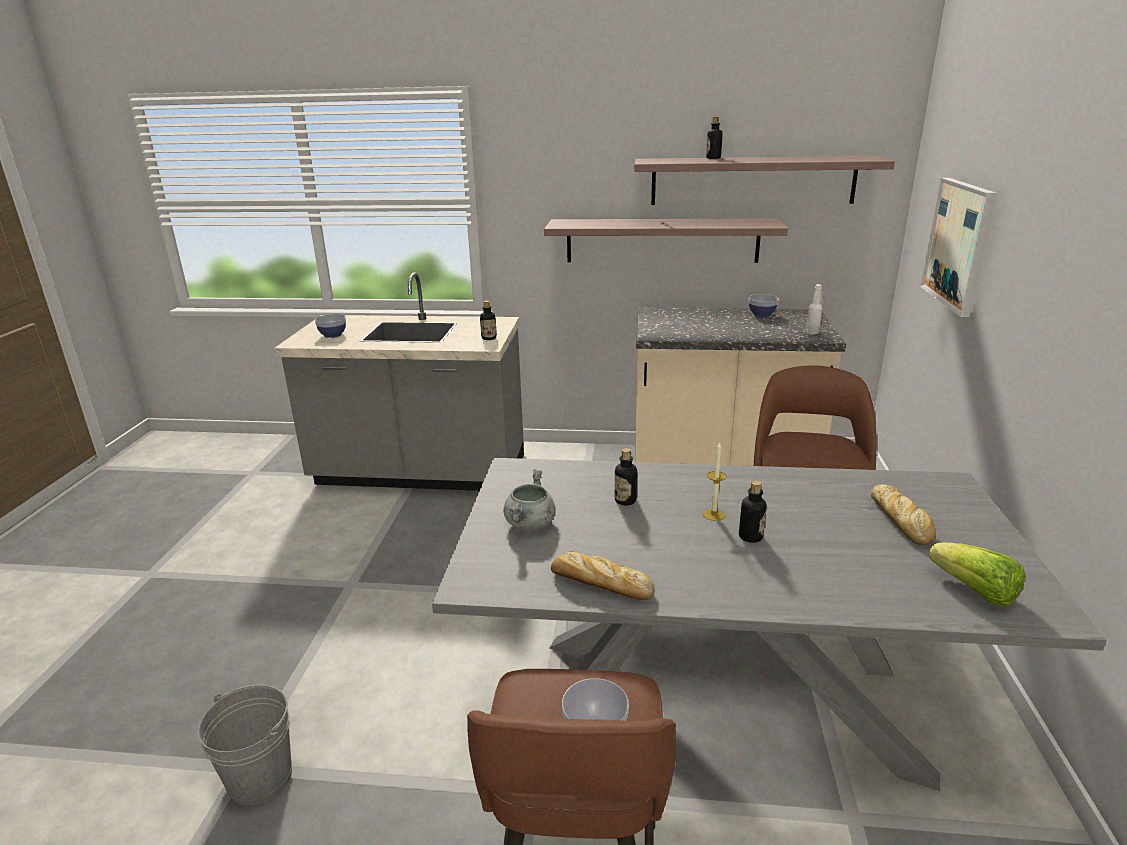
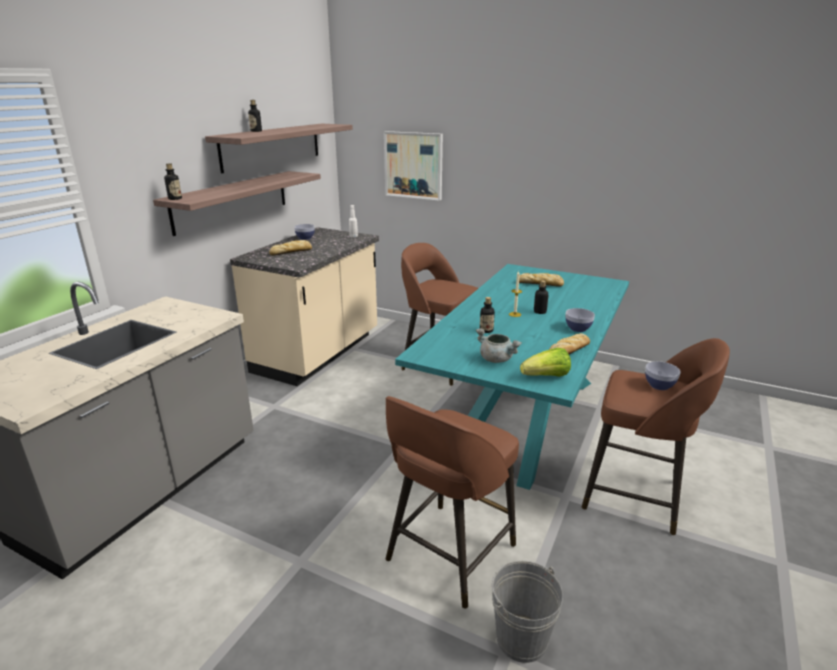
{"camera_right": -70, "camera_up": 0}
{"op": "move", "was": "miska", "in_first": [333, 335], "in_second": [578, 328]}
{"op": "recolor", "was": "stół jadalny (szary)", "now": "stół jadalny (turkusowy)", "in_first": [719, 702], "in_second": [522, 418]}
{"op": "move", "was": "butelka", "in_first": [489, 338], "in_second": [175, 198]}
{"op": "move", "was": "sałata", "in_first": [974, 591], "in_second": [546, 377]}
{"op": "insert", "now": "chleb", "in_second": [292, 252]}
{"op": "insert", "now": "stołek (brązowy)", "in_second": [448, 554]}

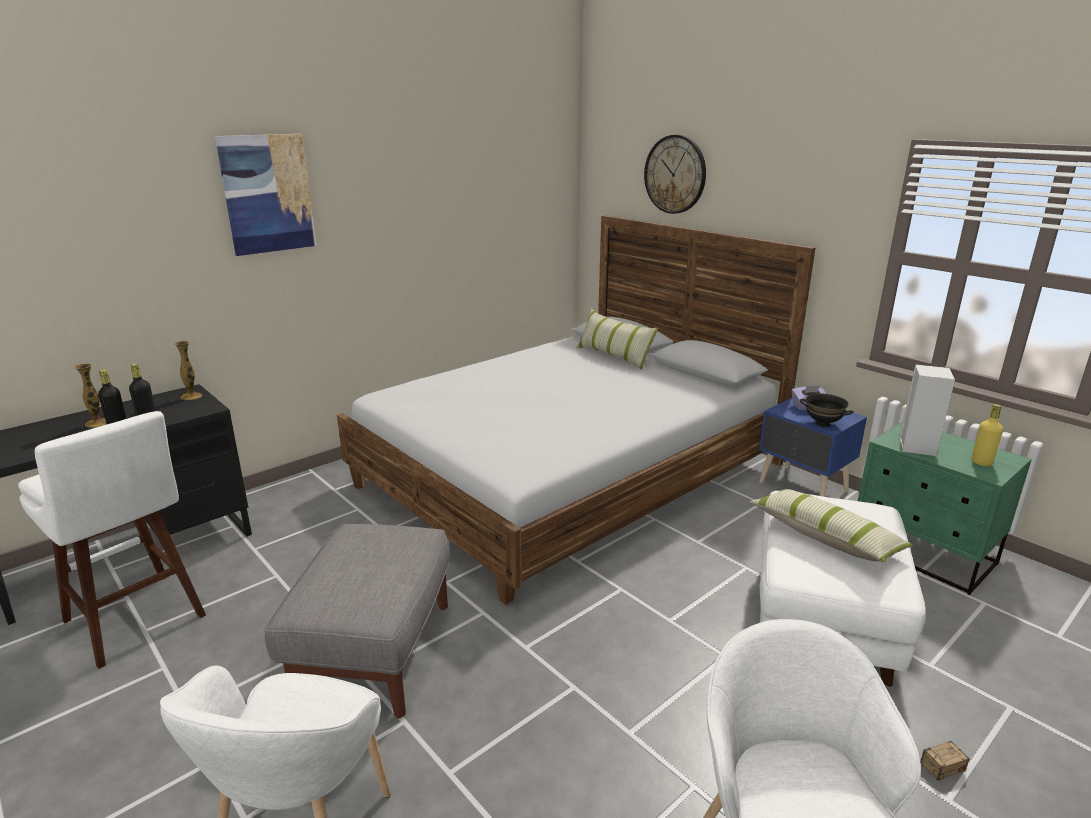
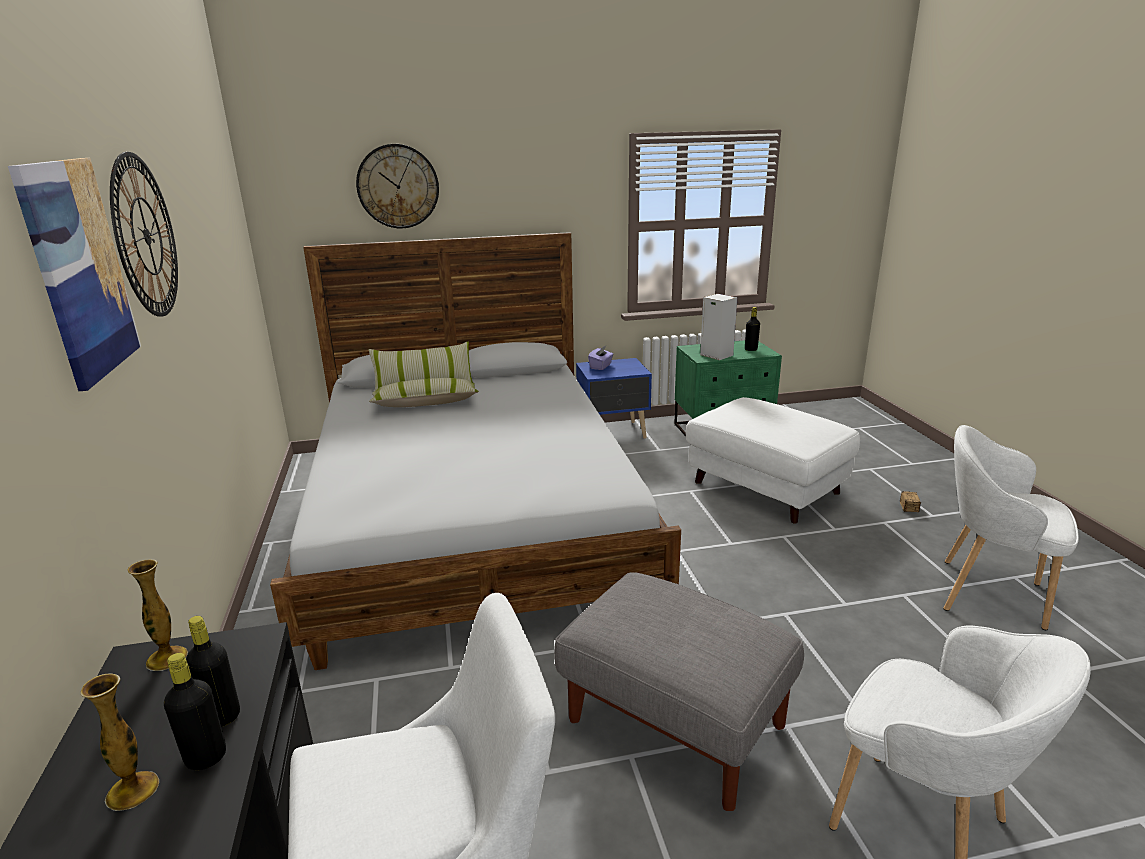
{"camera_right": -60, "camera_up": 0}
{"op": "move", "was": "poduszka", "in_first": [825, 537], "in_second": [425, 404]}
{"op": "delete", "was": "miska (czarny)", "in_first": [822, 424]}
{"op": "recolor", "was": "butelka (żółty)", "now": "butelka (czarny)", "in_first": [981, 462], "in_second": [751, 349]}
{"op": "insert", "now": "zegar ścienny", "in_second": [146, 236]}

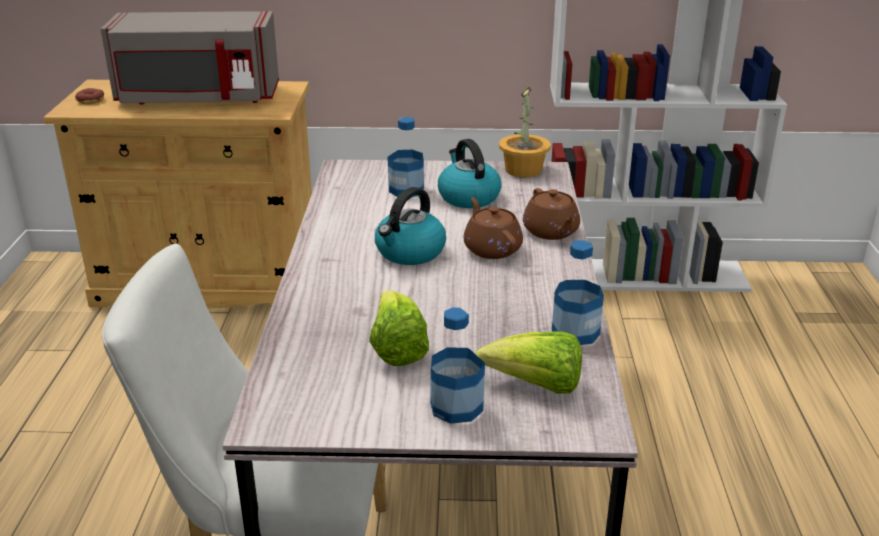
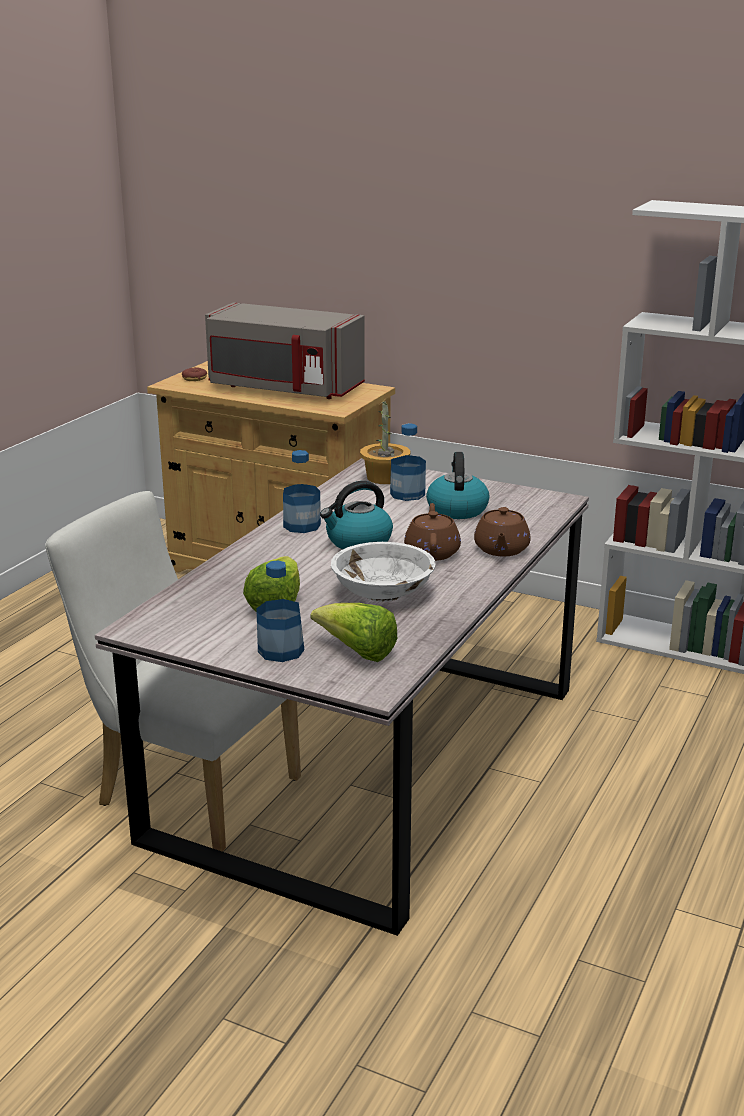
{"camera_right": 25, "camera_up": -5}
{"op": "move", "was": "roślina doniczkowa", "in_first": [524, 170], "in_second": [385, 478]}
{"op": "move", "was": "butelka", "in_first": [575, 332], "in_second": [302, 525]}
{"op": "insert", "now": "miska (biały)", "in_second": [383, 592]}

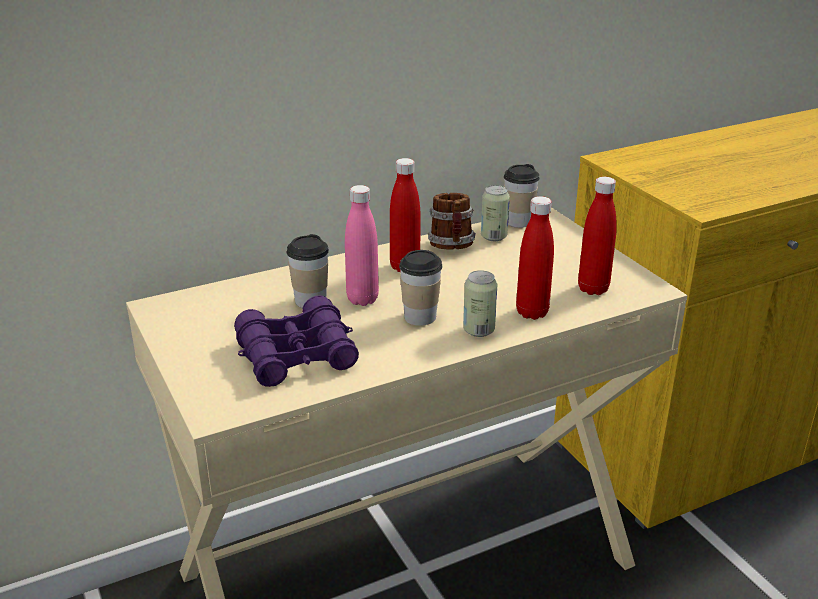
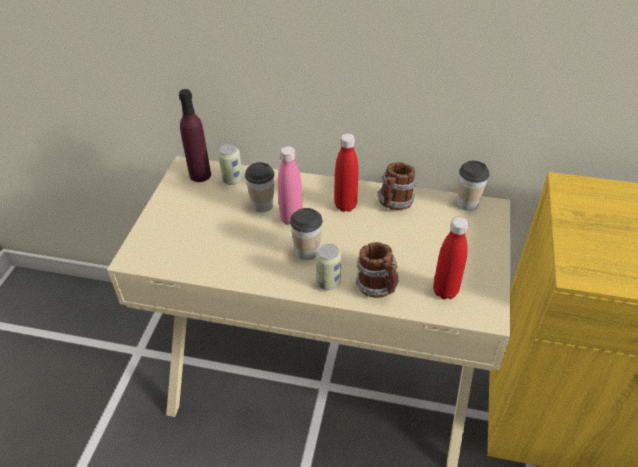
{"camera_right": 40, "camera_up": 15}
{"op": "delete", "was": "lornetka (fioletowy)", "in_first": [297, 355]}
{"op": "move", "was": "puszka", "in_first": [493, 237], "in_second": [232, 180]}
{"op": "replace", "was": "butelka (czerwony)", "now": "kubek", "in_first": [532, 312], "in_second": [378, 287]}
{"op": "insert", "now": "butelka (fioletowy)", "in_second": [200, 175]}

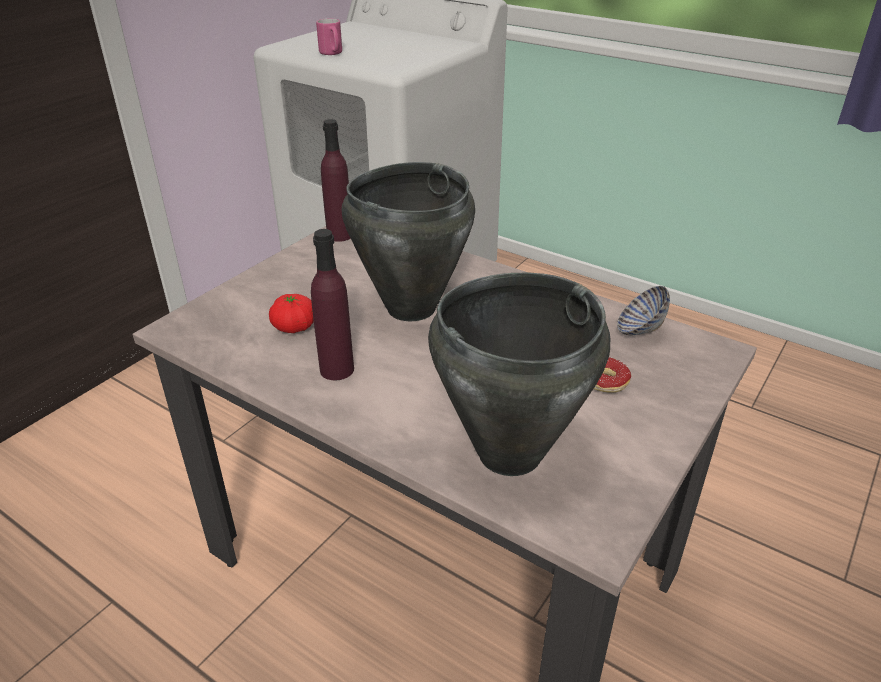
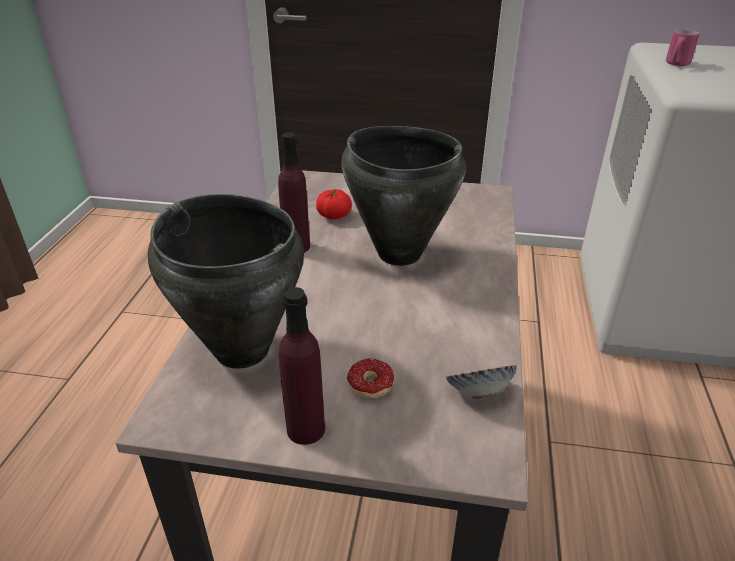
{"camera_right": 65, "camera_up": 0}
{"op": "move", "was": "butelka (fioletowy)", "in_first": [340, 235], "in_second": [305, 429]}

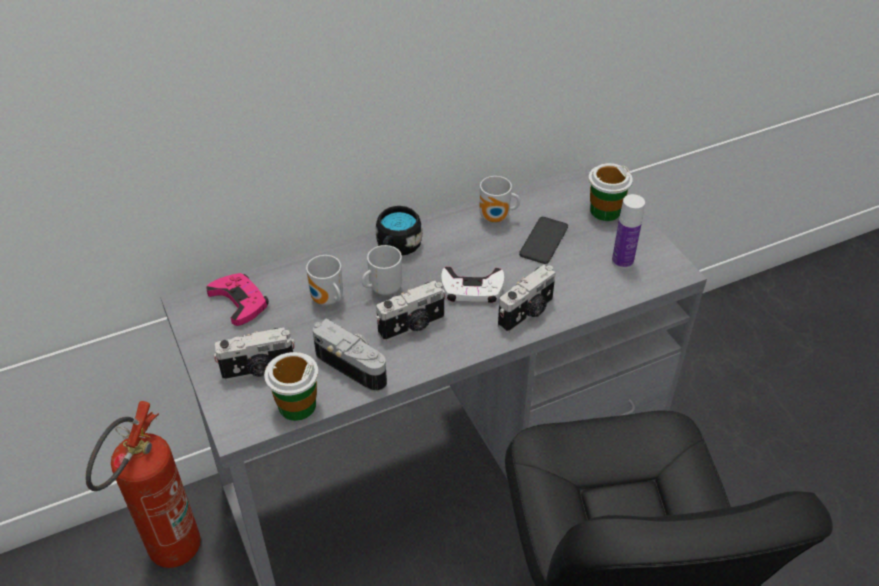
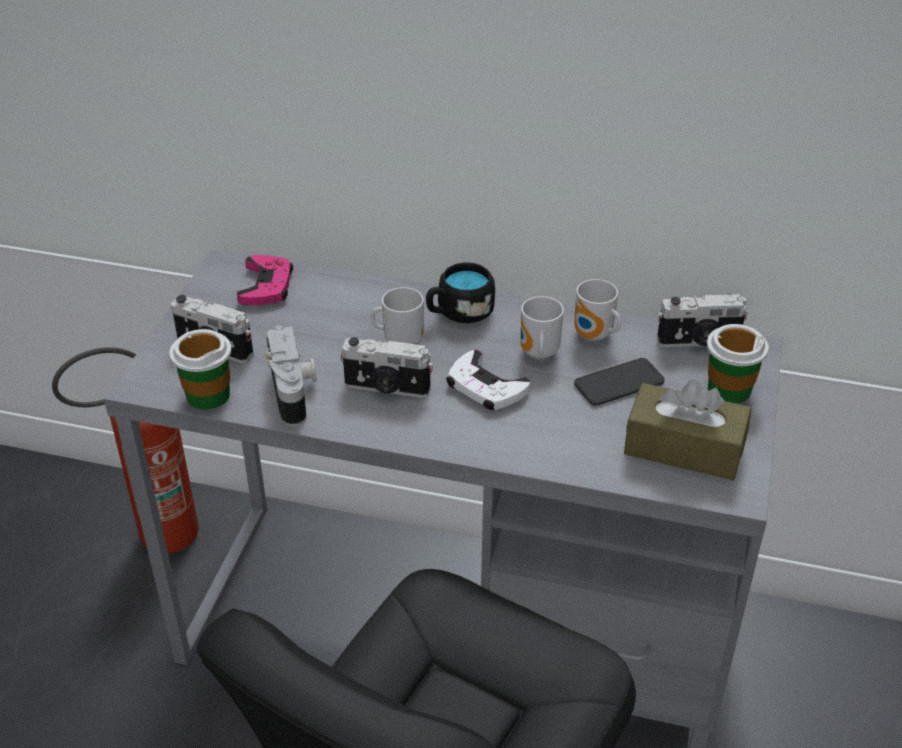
{"camera_right": 40, "camera_up": -5}
{"op": "move", "was": "kubek", "in_first": [327, 301], "in_second": [537, 354]}
{"op": "move", "was": "aparat fotograficzny", "in_first": [527, 314], "in_second": [699, 342]}
{"op": "replace", "was": "butelka", "now": "pudełko chusteczek (brązowy)", "in_first": [622, 261], "in_second": [684, 448]}

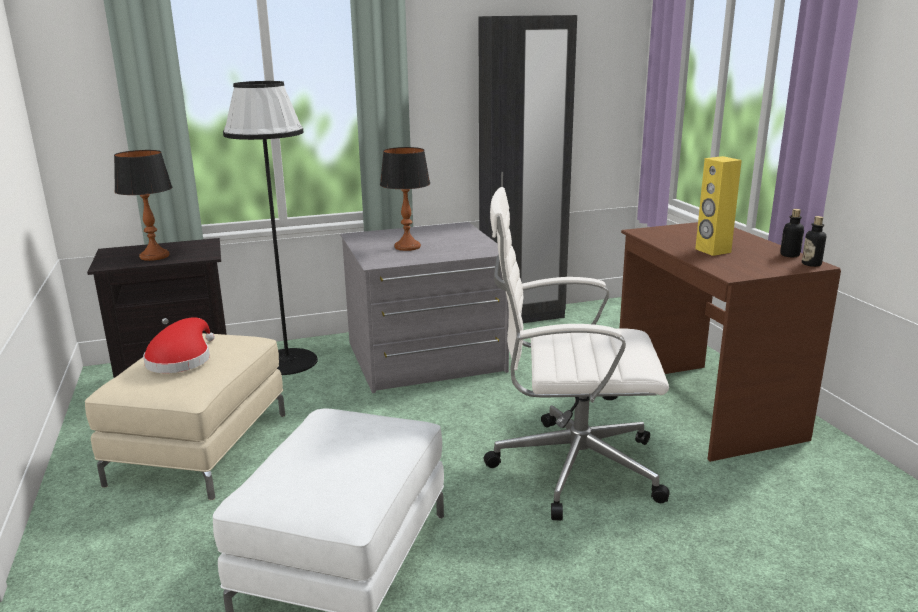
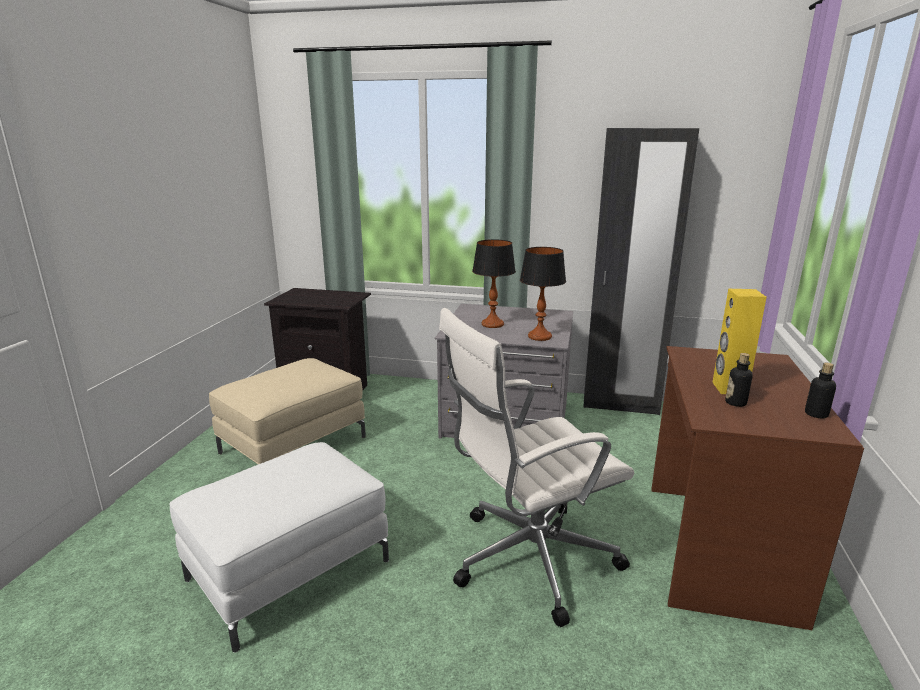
{"camera_right": 30, "camera_up": 0}
{"op": "move", "was": "lampa stołowa", "in_first": [155, 256], "in_second": [540, 336]}
{"op": "delete", "was": "kapelusz (czerwony)", "in_first": [181, 359]}
{"op": "delete", "was": "lampa stojąca (czarny)", "in_first": [287, 362]}
{"op": "rotate", "was": "krzesło biurowe (biały)", "in_first": [571, 467], "in_second": [528, 559], "clockwise": -60}
{"op": "move", "was": "butelka", "in_first": [811, 264], "in_second": [735, 402]}

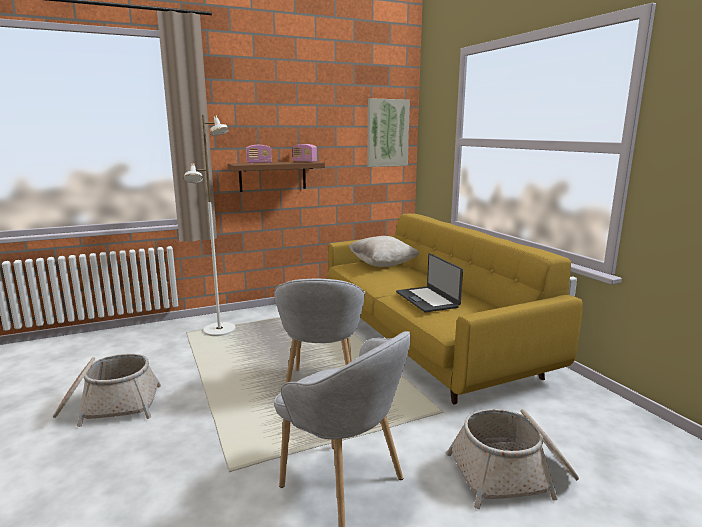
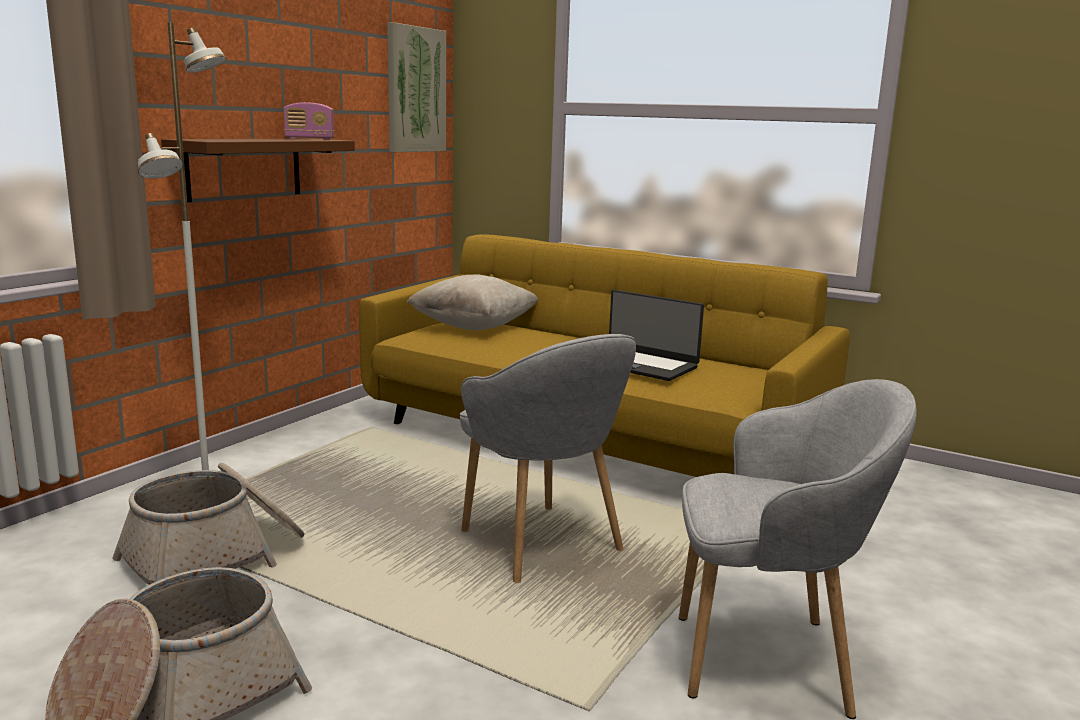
{"camera_right": -35, "camera_up": 0}
{"op": "delete", "was": "radio", "in_first": [259, 163]}
{"op": "move", "was": "koszyk", "in_first": [512, 474], "in_second": [216, 557]}

